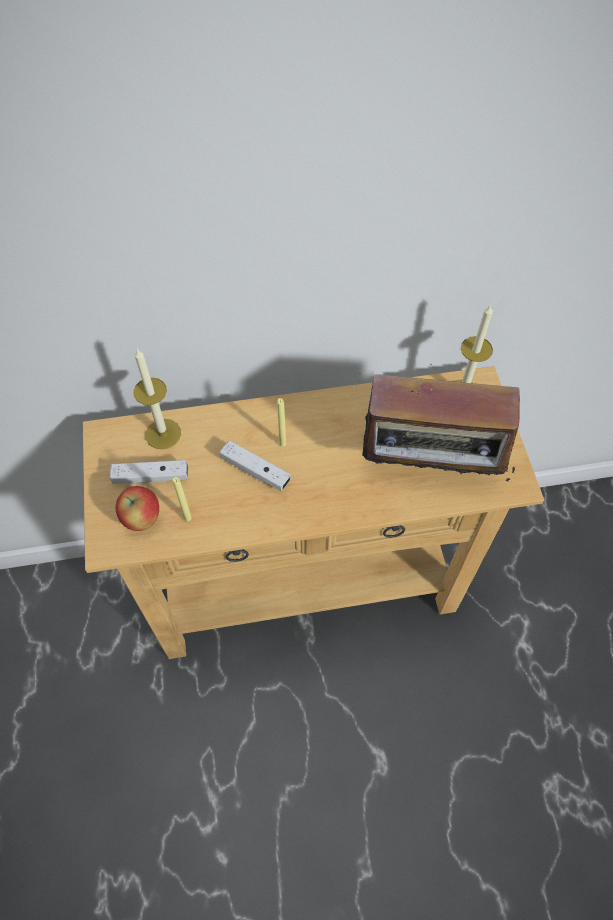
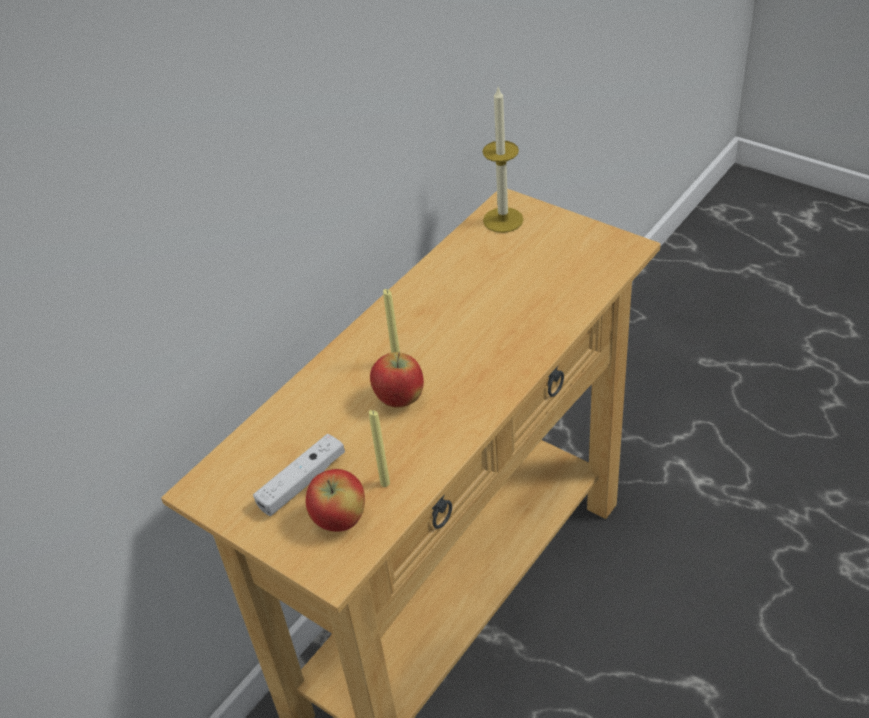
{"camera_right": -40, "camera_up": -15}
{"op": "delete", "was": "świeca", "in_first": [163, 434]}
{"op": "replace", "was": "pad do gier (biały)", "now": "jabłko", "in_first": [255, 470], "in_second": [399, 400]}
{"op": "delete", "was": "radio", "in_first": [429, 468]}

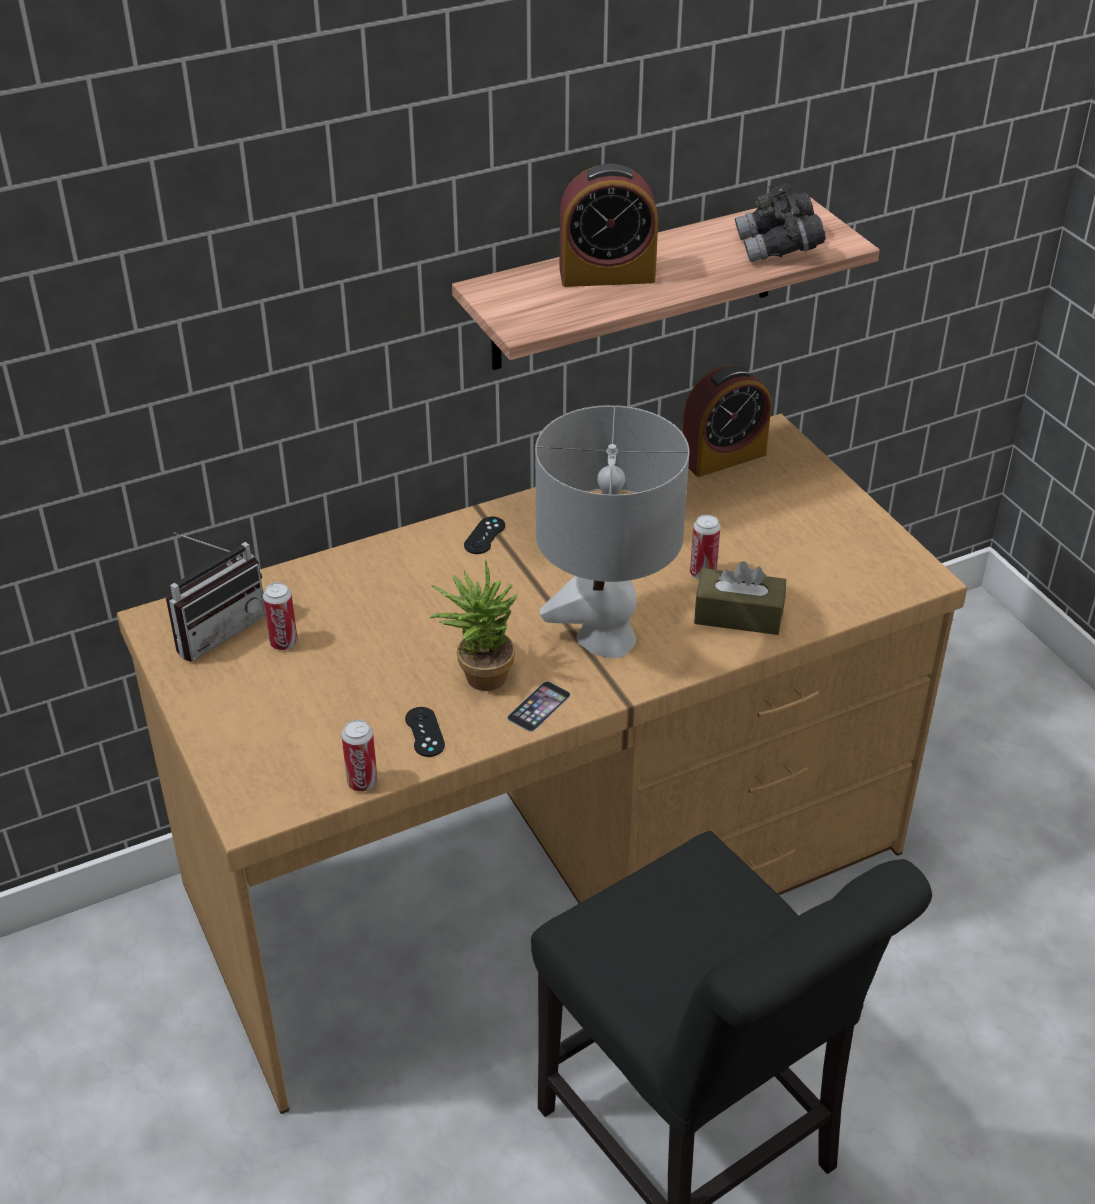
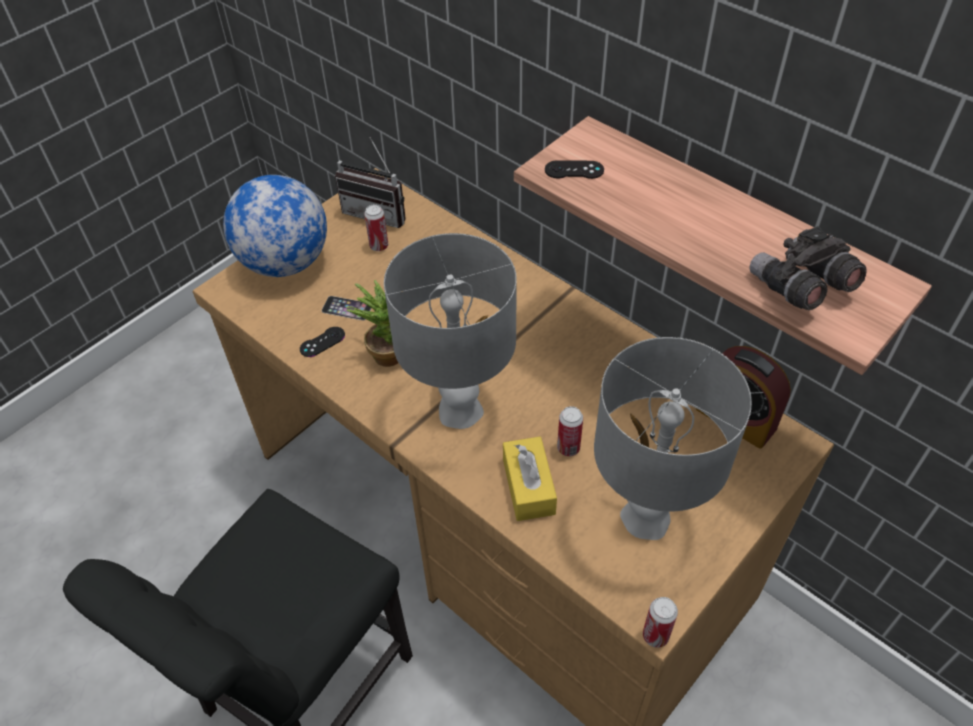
{"camera_right": 70, "camera_up": 10}
{"op": "move", "was": "puszka", "in_first": [362, 782], "in_second": [655, 635]}
{"op": "move", "was": "pad do gier (czarny)", "in_first": [484, 536], "in_second": [574, 170]}
{"op": "move", "was": "telefon", "in_first": [539, 706], "in_second": [347, 308]}
{"op": "delete", "was": "budzik", "in_first": [607, 274]}
{"op": "recolor", "was": "pudełko chusteczek (brązowy)", "now": "pudełko chusteczek (żółty)", "in_first": [738, 615], "in_second": [528, 486]}
{"op": "insert", "now": "globus", "in_second": [285, 263]}
{"op": "insert", "now": "lampa stołowa (szary)", "in_second": [647, 516]}

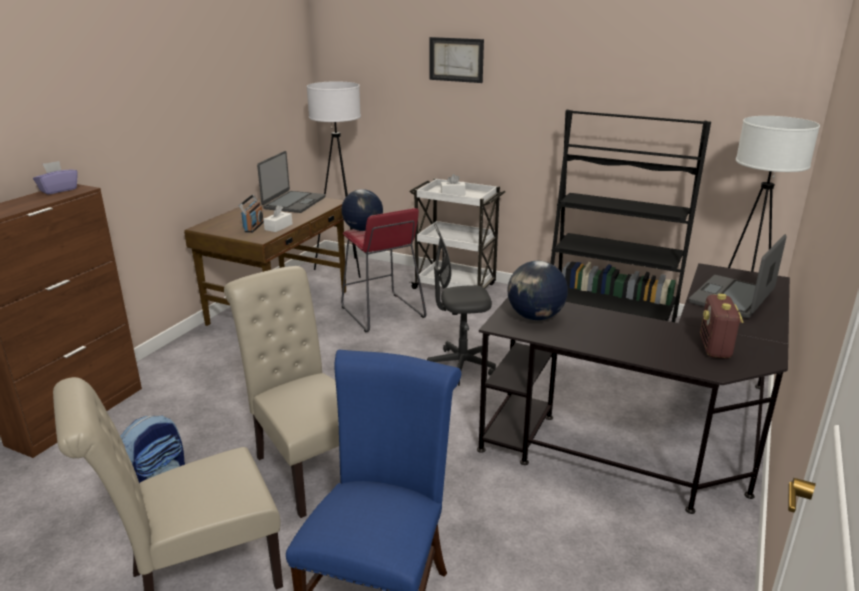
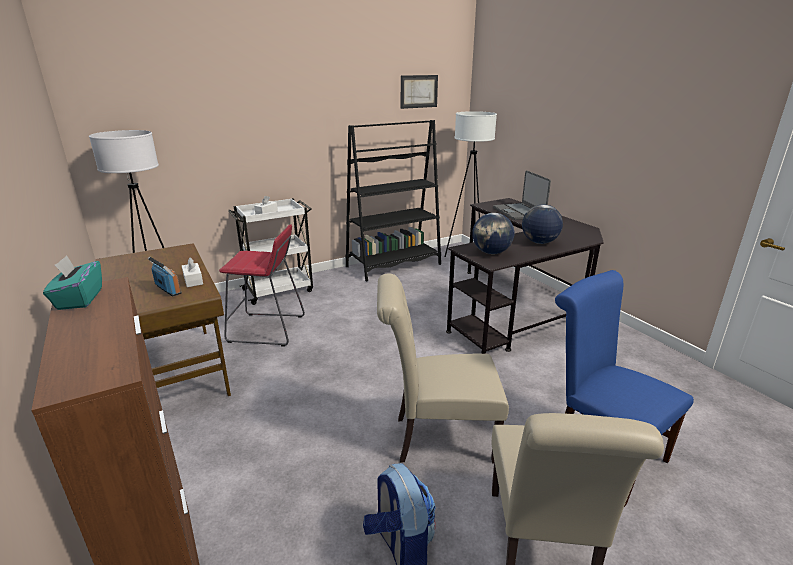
{"camera_right": -55, "camera_up": 0}
{"op": "recolor", "was": "pudełko chusteczek (fioletowy)", "now": "pudełko chusteczek (turkusowy)", "in_first": [58, 190], "in_second": [79, 299]}
{"op": "delete", "was": "laptop", "in_first": [293, 203]}
{"op": "move", "was": "globus", "in_first": [362, 229], "in_second": [539, 242]}
{"op": "delete", "was": "krzesło biurowe (szary)", "in_first": [460, 367]}
{"op": "move", "was": "obraz", "in_first": [456, 59], "in_second": [419, 91]}
{"op": "delete", "was": "radio", "in_first": [715, 348]}

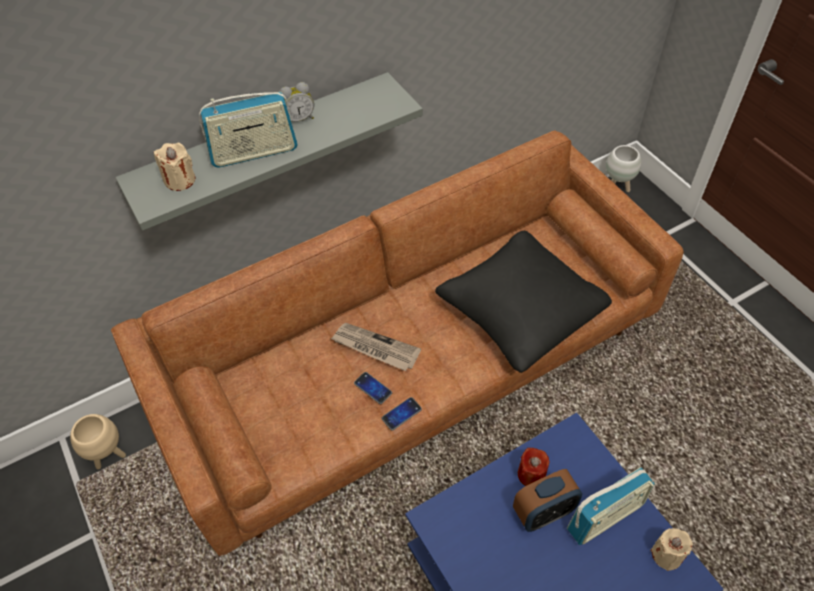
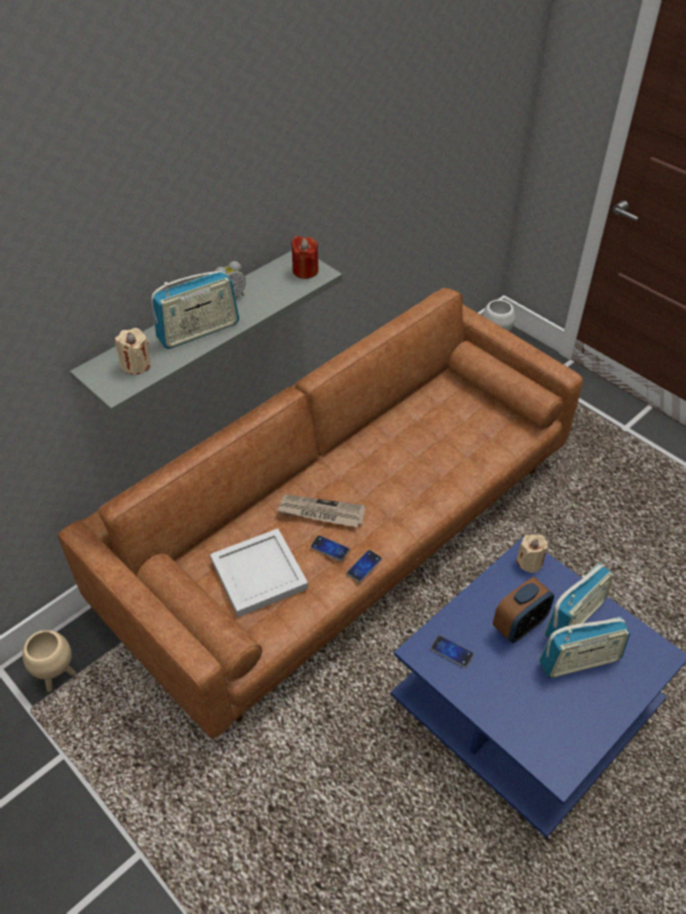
{"camera_right": -15, "camera_up": -5}
{"op": "delete", "was": "poduszka (czarny)", "in_first": [520, 310]}
{"op": "move", "was": "świeca (czerwony)", "in_first": [531, 474], "in_second": [305, 271]}
{"op": "move", "was": "świeca (beżowy)", "in_first": [667, 555], "in_second": [529, 562]}
{"op": "insert", "now": "taca (biały)", "in_second": [260, 574]}
{"op": "insert", "now": "telefon", "in_second": [452, 652]}
{"op": "insert", "now": "radio", "in_second": [579, 661]}

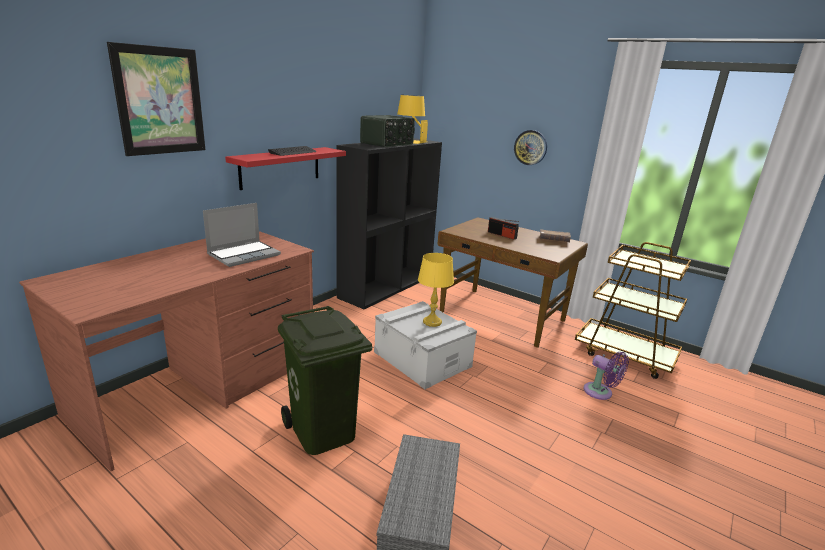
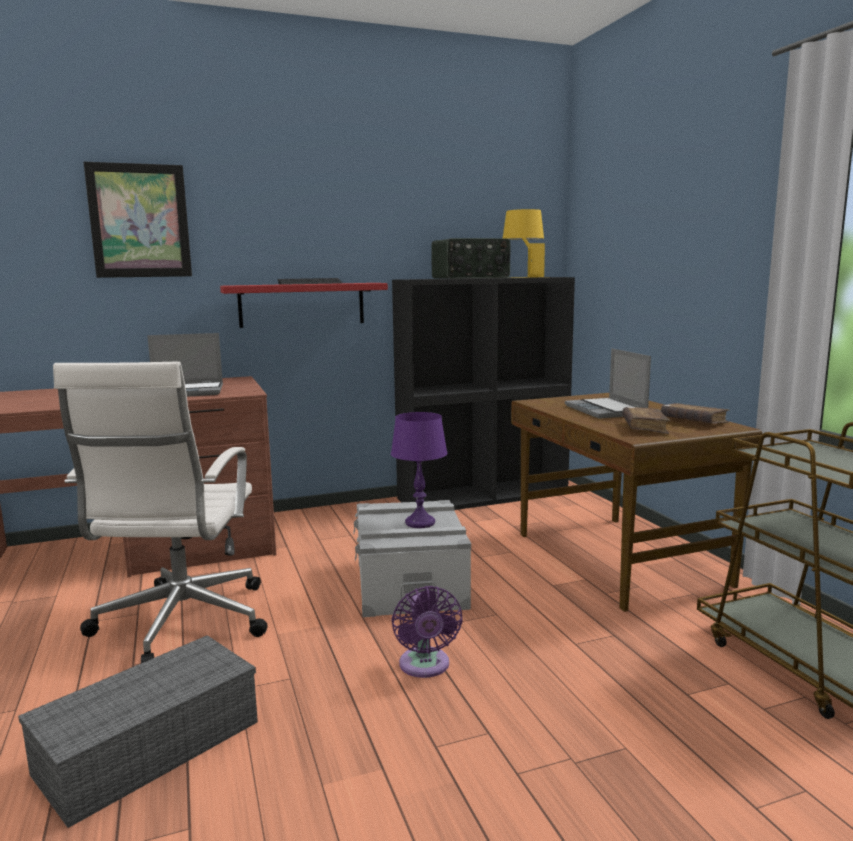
{"camera_right": 35, "camera_up": -10}
{"op": "replace", "was": "kosz na śmieci (zielony)", "now": "krzesło biurowe (biały)", "in_first": [322, 431], "in_second": [180, 624]}
{"op": "recolor", "was": "lampa stołowa (żółty)", "now": "lampa stołowa (fioletowy)", "in_first": [432, 322], "in_second": [419, 522]}
{"op": "replace", "was": "radio", "now": "laptop", "in_first": [502, 235], "in_second": [607, 410]}
{"op": "delete", "was": "zegar ścienny", "in_first": [530, 147]}
{"op": "move", "was": "wentylator (fioletowy)", "in_first": [600, 393], "in_second": [425, 666]}
{"op": "insert", "now": "książka (brązowy)", "in_second": [644, 428]}

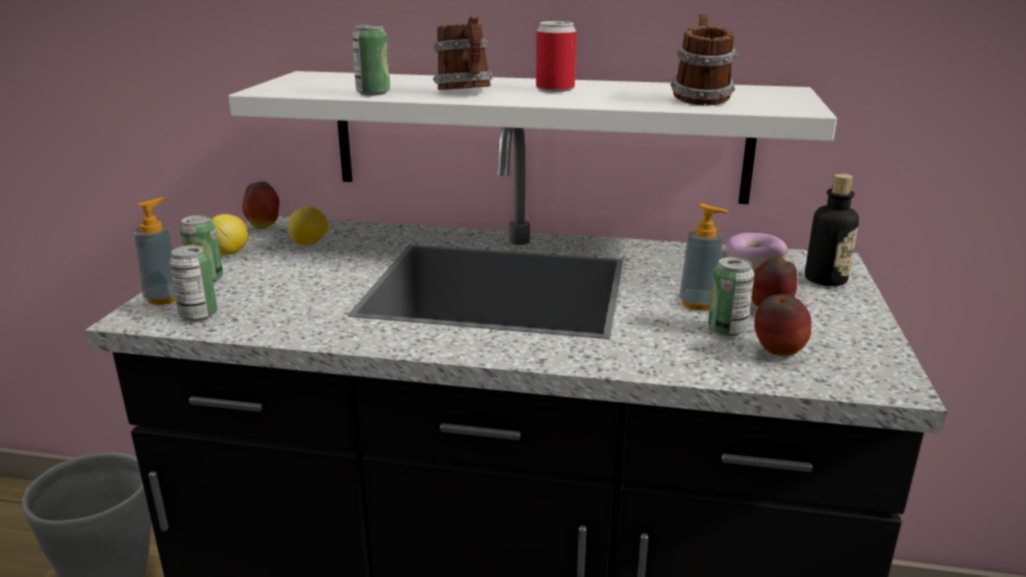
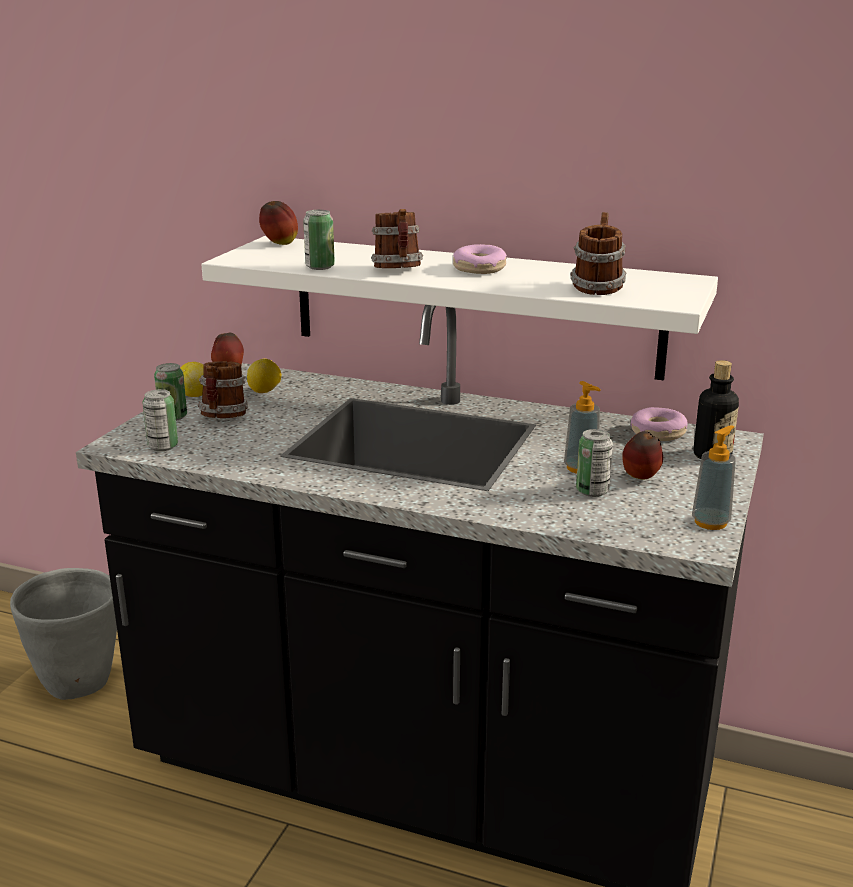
{"camera_right": 10, "camera_up": 0}
{"op": "move", "was": "dozownik mydła", "in_first": [165, 298], "in_second": [710, 522]}
{"op": "replace", "was": "puszka", "now": "donut", "in_first": [555, 89], "in_second": [479, 269]}
{"op": "move", "was": "jabłko", "in_first": [777, 354], "in_second": [280, 244]}
{"op": "insert", "now": "kubek", "in_second": [223, 417]}

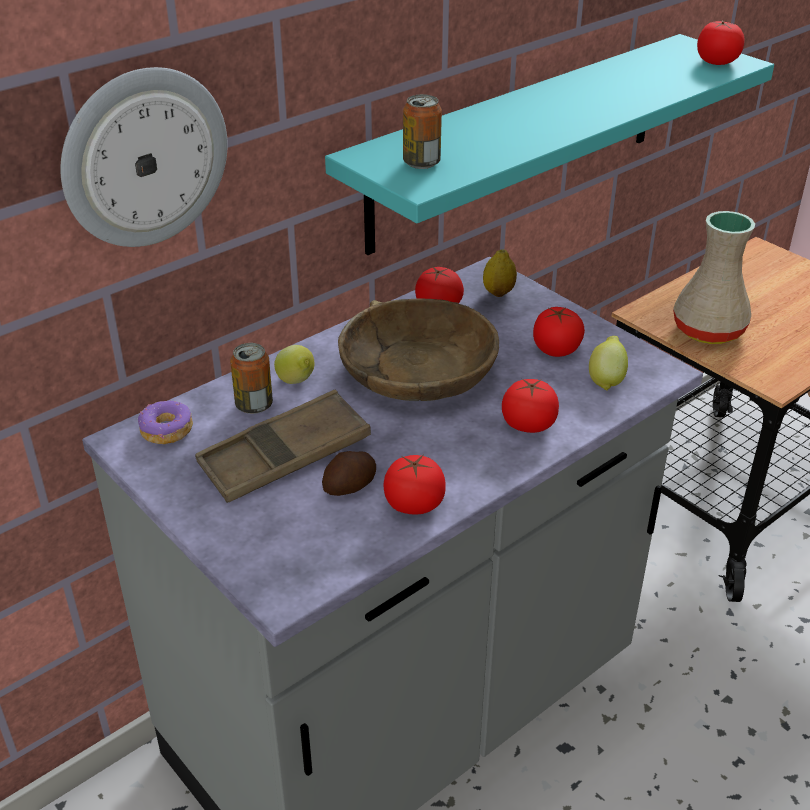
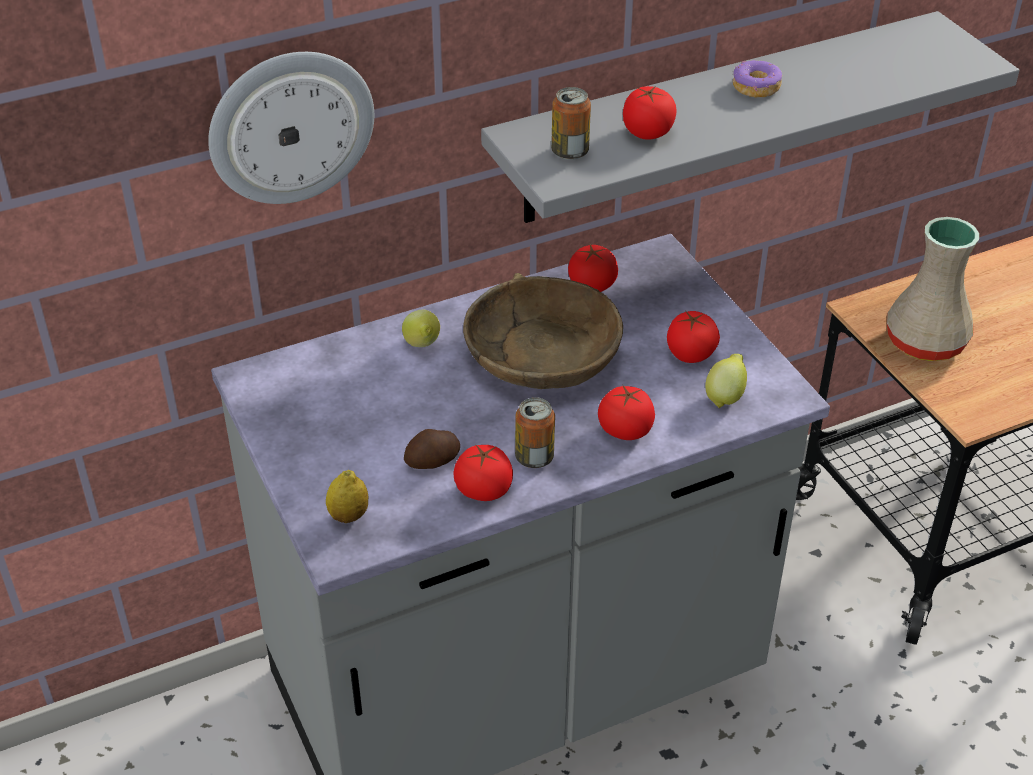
{"camera_right": 15, "camera_up": 5}
{"op": "move", "was": "donut", "in_first": [166, 430], "in_second": [756, 87]}
{"op": "delete", "was": "taca (brązowy)", "in_first": [285, 456]}
{"op": "move", "was": "puszka", "in_first": [254, 405], "in_second": [534, 457]}
{"op": "recolor", "was": "półka (turkusowy)", "now": "półka (szary)", "in_first": [519, 141], "in_second": [716, 118]}
{"op": "move", "was": "cytryna", "in_first": [498, 292], "in_second": [349, 516]}
{"op": "move", "was": "pomidor", "in_first": [717, 62], "in_second": [648, 132]}

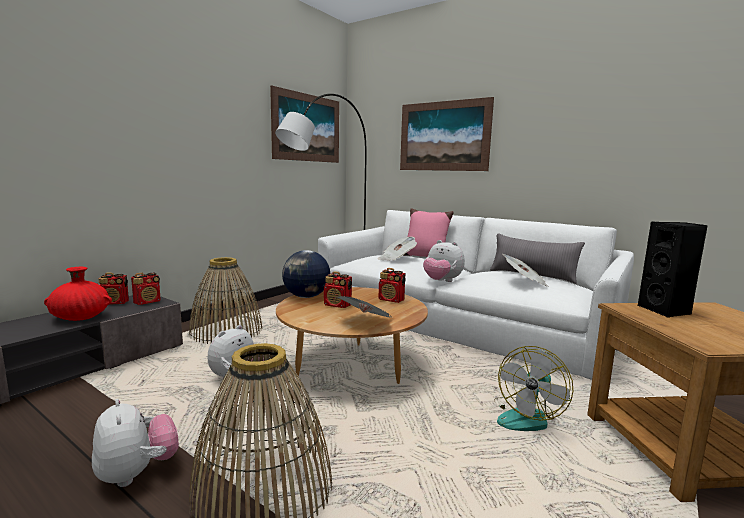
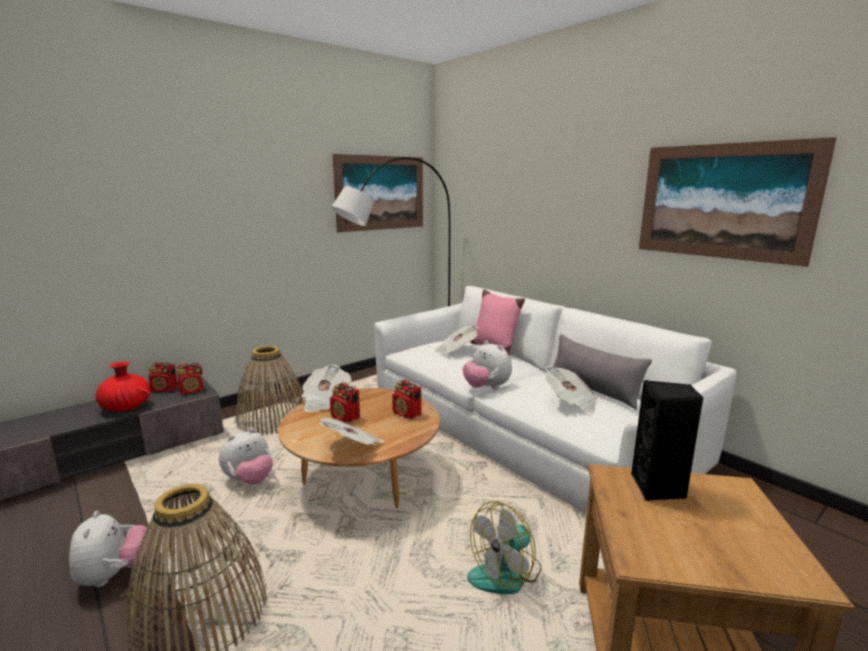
{"camera_right": 15, "camera_up": 5}
{"op": "replace", "was": "globus", "now": "gazeta", "in_first": [306, 297], "in_second": [325, 401]}
{"op": "move", "was": "obraz", "in_first": [443, 136], "in_second": [723, 201]}

